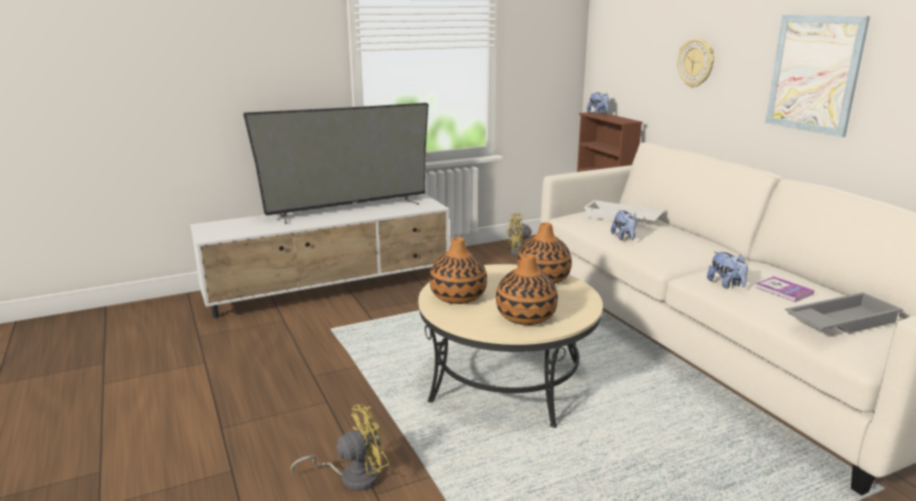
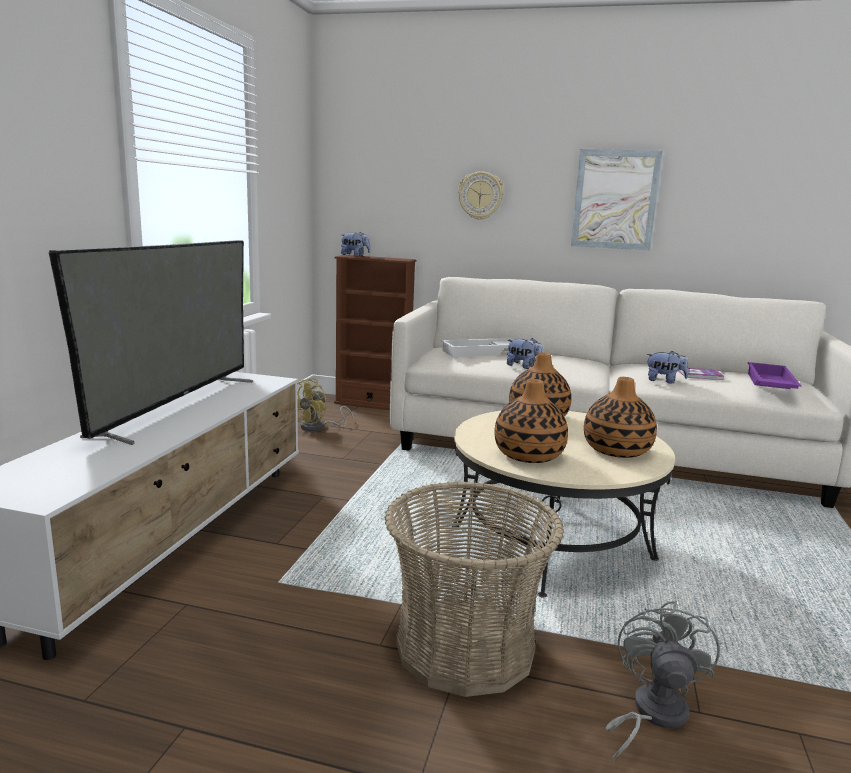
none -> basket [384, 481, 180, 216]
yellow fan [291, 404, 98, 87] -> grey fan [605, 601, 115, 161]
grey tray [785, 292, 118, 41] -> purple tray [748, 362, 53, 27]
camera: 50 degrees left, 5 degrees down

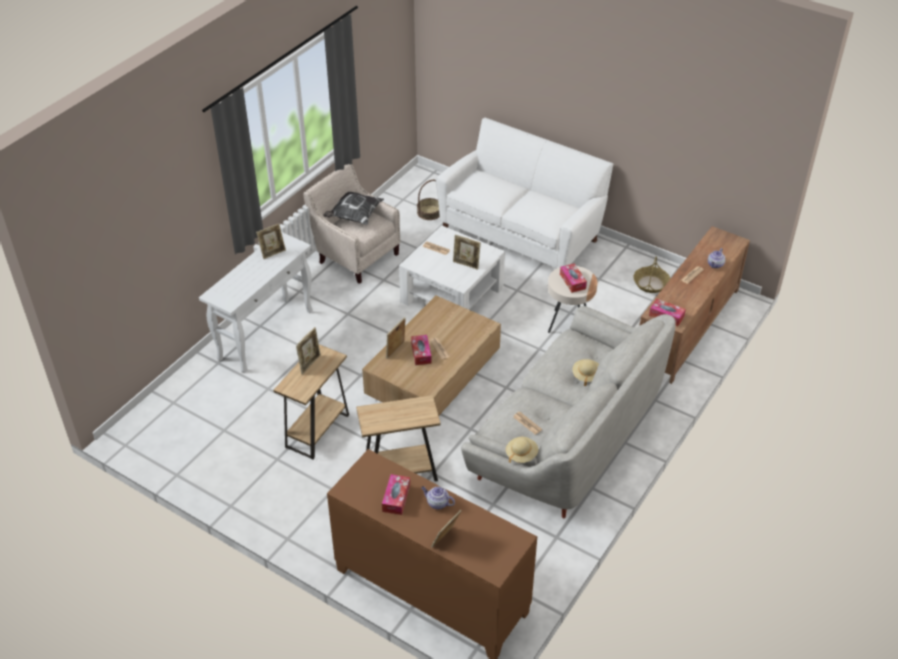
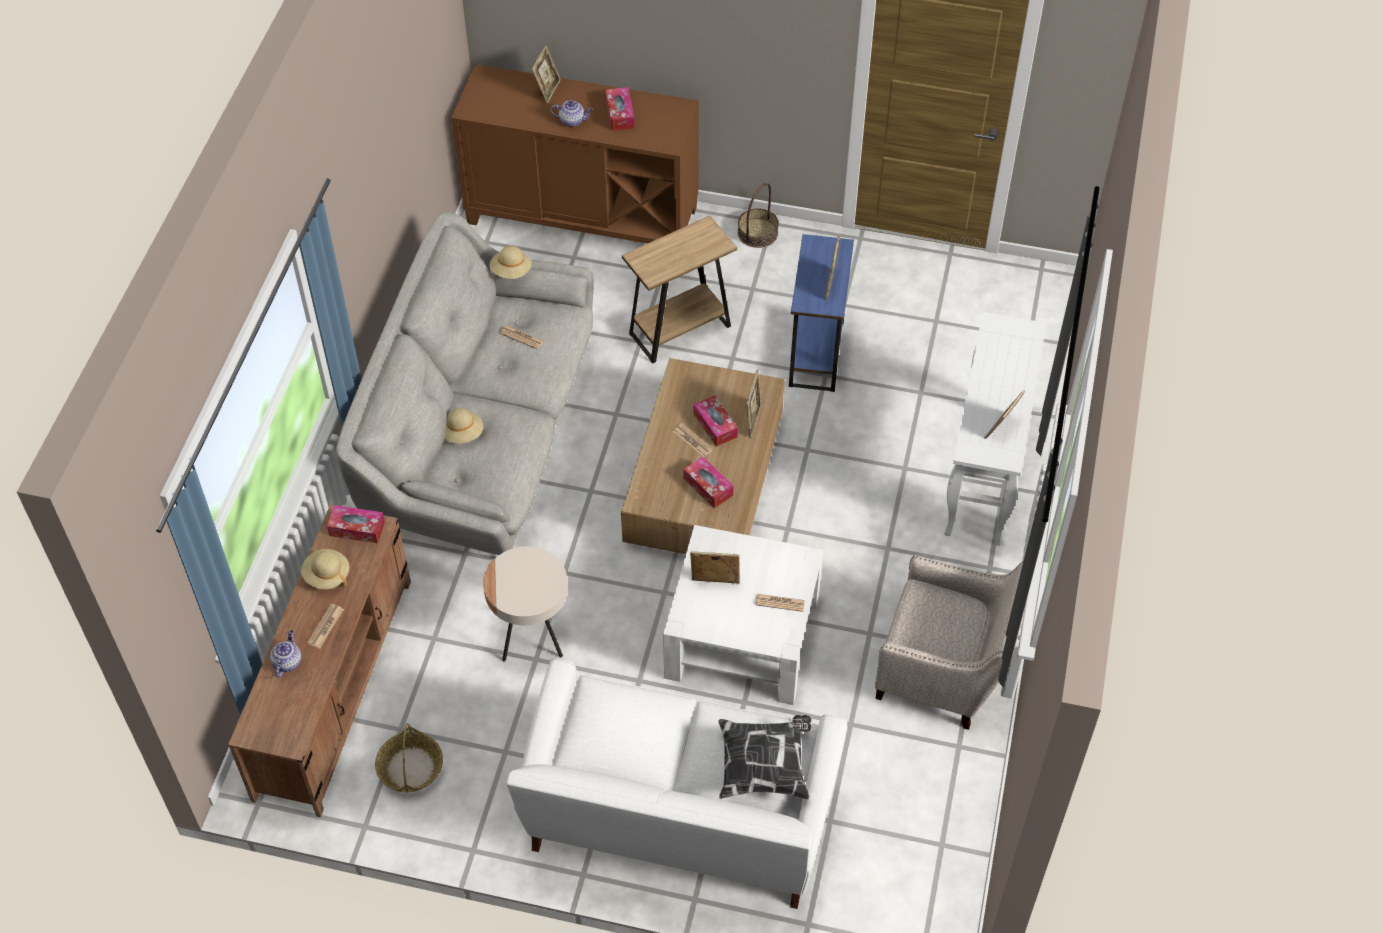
none -> beige hat [301, 549, 48, 40]
tissue box [560, 263, 27, 30] -> tissue box [684, 456, 50, 52], move
pillow [323, 192, 61, 33] -> pillow [718, 715, 94, 84], move
basket [417, 180, 23, 40] -> basket [738, 183, 41, 65], move
brown side table [273, 344, 76, 116] -> blue side table [789, 234, 65, 158]
camera: 160 degrees right, 10 degrees up

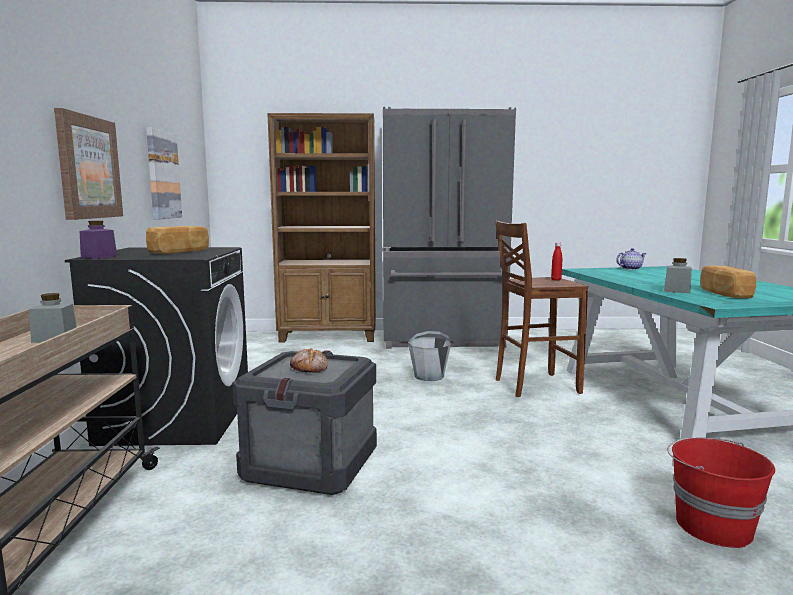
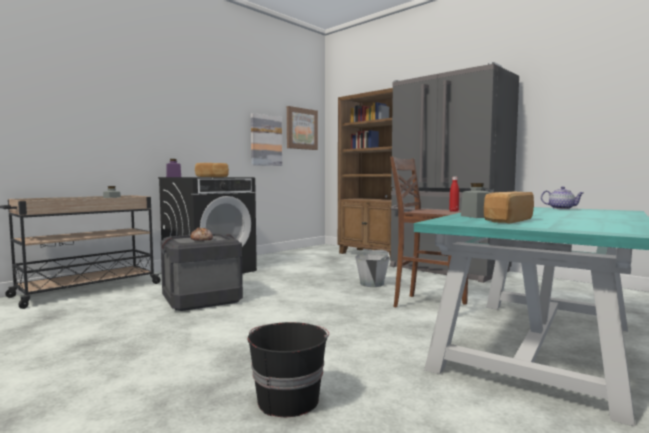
red bucket [667, 438, 108, 110] -> black bucket [248, 322, 81, 95]
picture [54, 108, 69, 112] -> picture [287, 106, 31, 44], move
camera: 45 degrees right, 5 degrees down

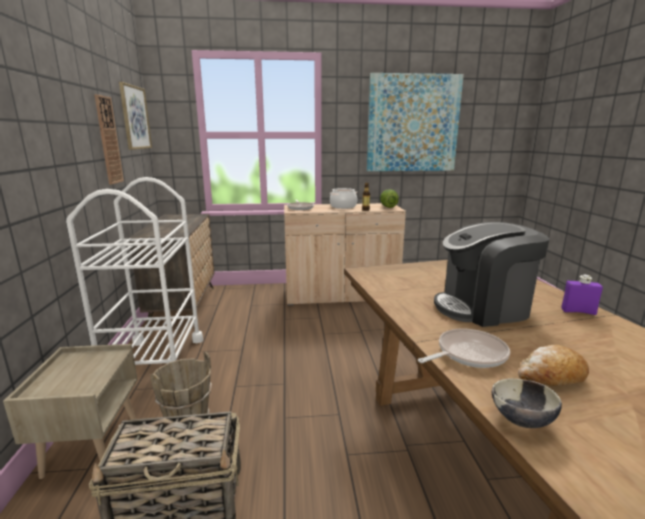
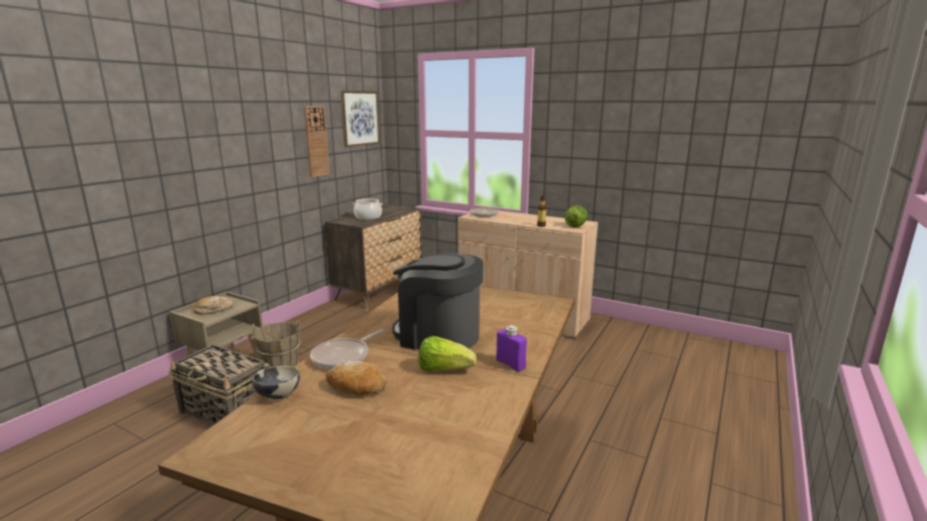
none -> bread [194, 296, 39, 19]
frying pan [418, 329, 92, 39] -> frying pan [310, 329, 74, 40], 120 degrees clockwise
cooking pot [330, 188, 27, 21] -> cooking pot [353, 198, 29, 22], move
none -> lettuce [418, 336, 58, 35]
white cart [66, 177, 137, 188] -> none
picture [367, 73, 97, 98] -> none
camera: 35 degrees right, 0 degrees up

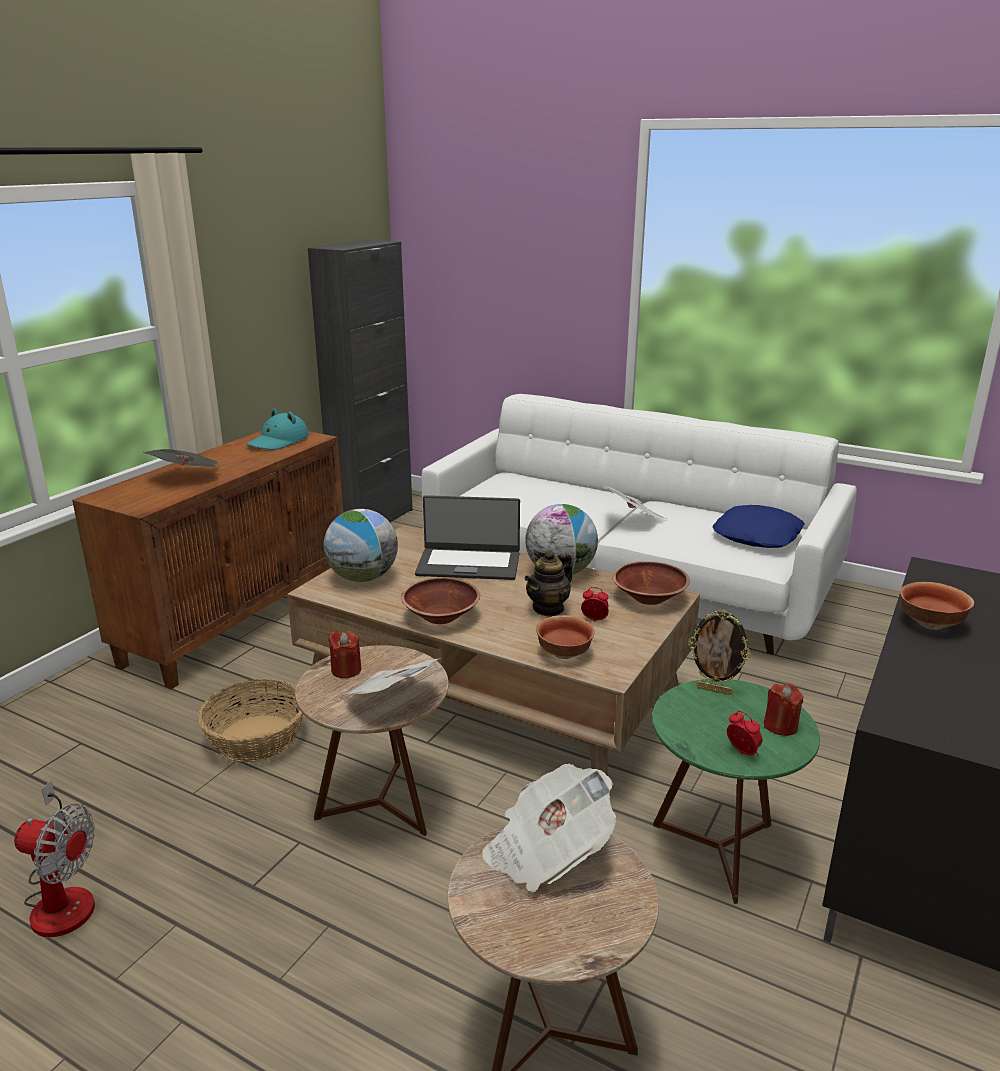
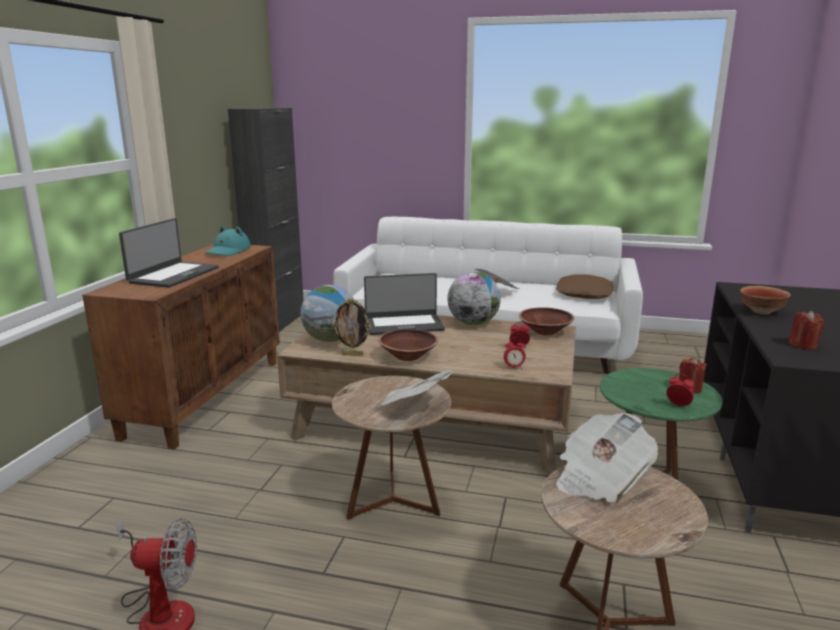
newspaper [143, 449, 78, 18] -> laptop [119, 218, 100, 70]
picture frame [688, 610, 63, 85] -> picture frame [332, 298, 39, 58], move
bowl [536, 615, 58, 44] -> alarm clock [504, 337, 22, 32]
blue pillow [712, 505, 93, 43] -> brown pillow [556, 274, 58, 25]
red candle [328, 631, 33, 47] -> red candle [789, 311, 35, 38], move
basket [198, 679, 106, 83] -> none
teapot [524, 550, 48, 67] -> none
camera: 15 degrees left, 5 degrees down

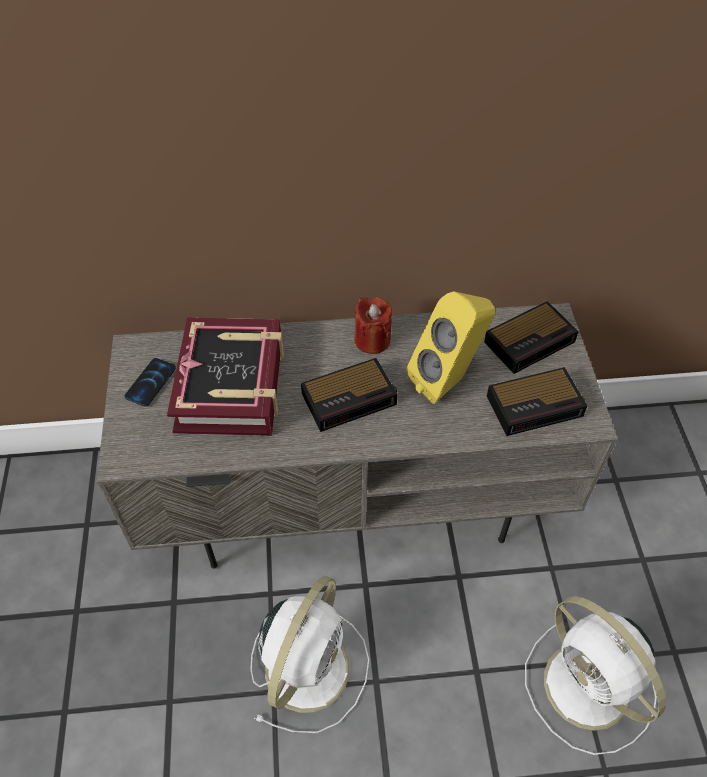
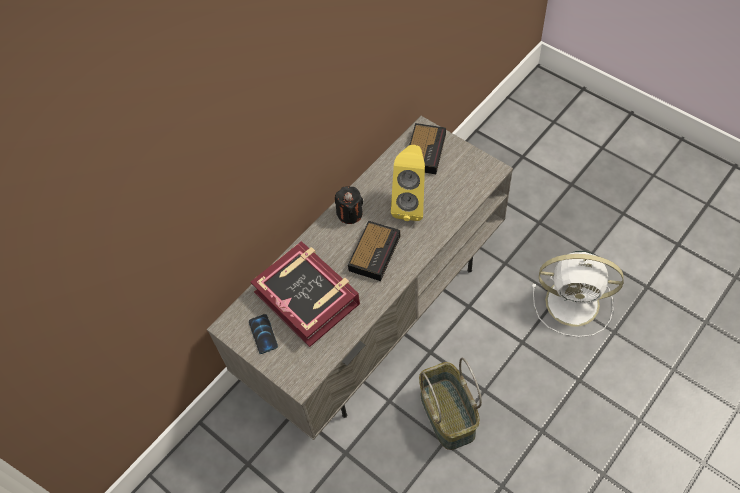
red candle [354, 297, 38, 57] -> black candle [335, 186, 28, 38]
white fan [250, 576, 119, 157] -> basket [419, 357, 63, 93]
alarm clock [487, 367, 100, 69] -> none
camera: 40 degrees left, 5 degrees up

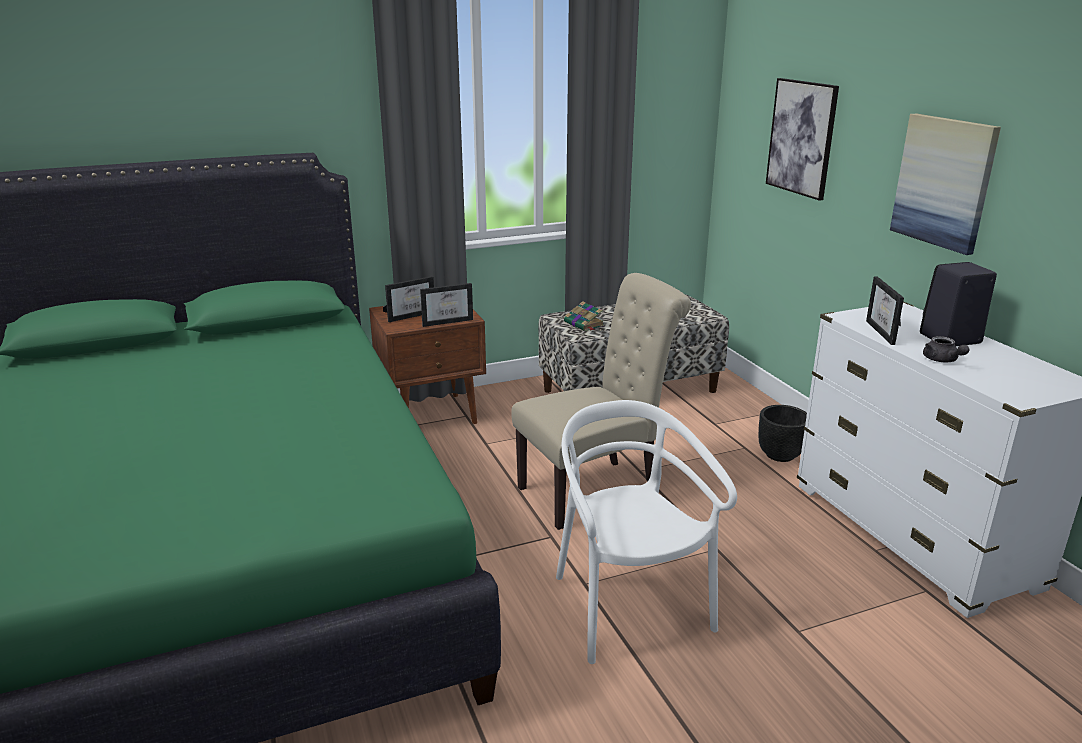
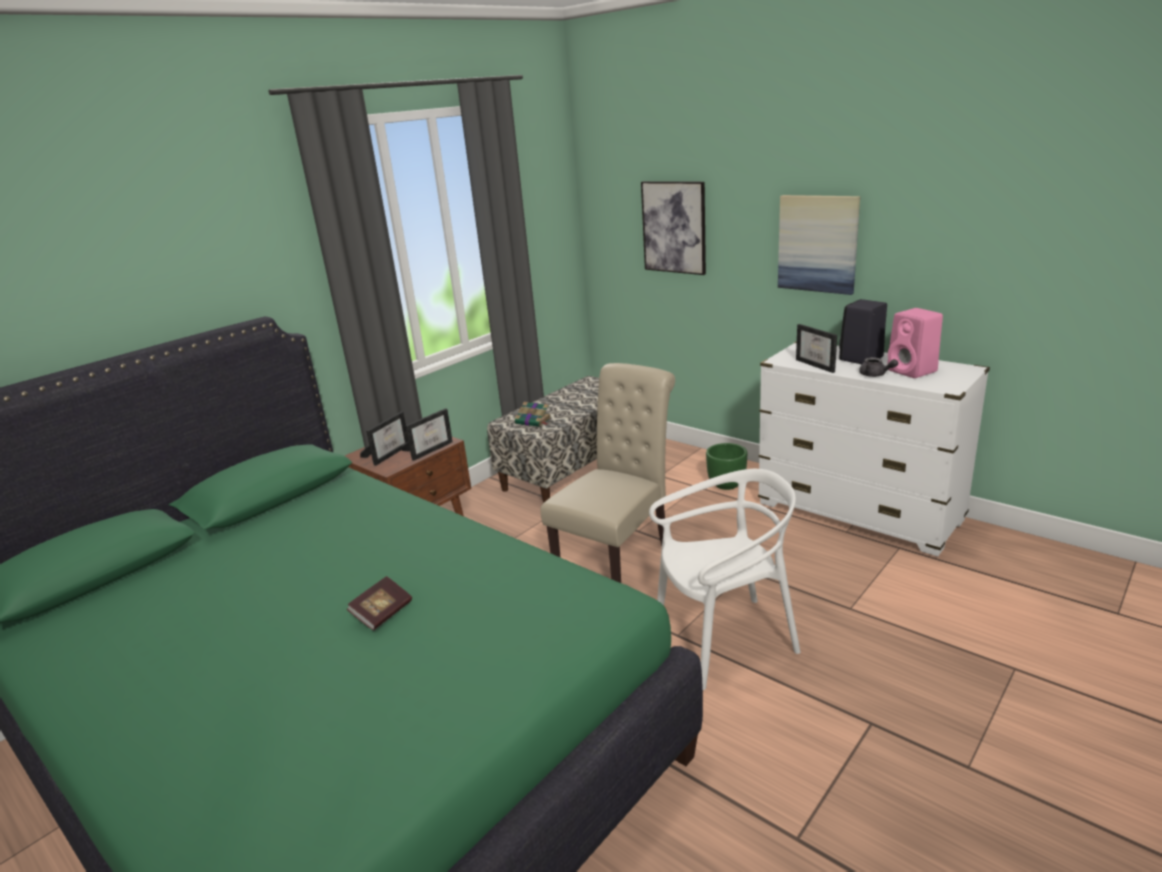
none -> book [347, 576, 65, 55]
white chair [556, 400, 181, 264] -> white chair [649, 469, 152, 221], 120 degrees clockwise
black planter [759, 405, 48, 57] -> green planter [706, 443, 41, 47]
none -> pink speaker [887, 308, 56, 70]
camera: 25 degrees left, 0 degrees up

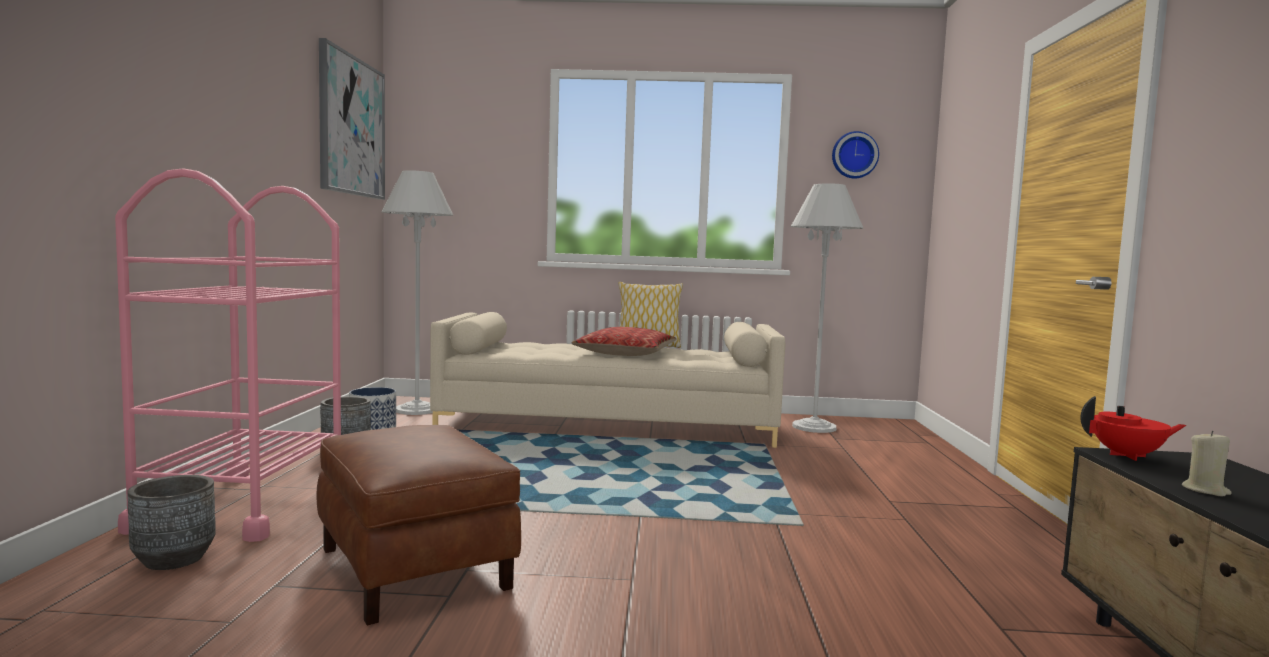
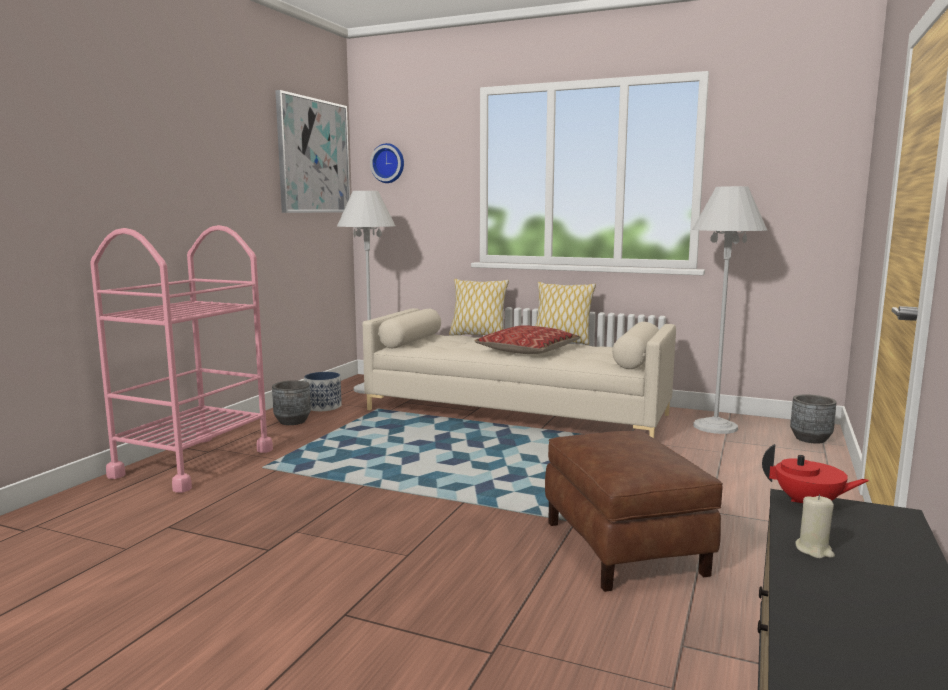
wall clock [832, 131, 47, 47] -> wall clock [370, 143, 34, 40], move
none -> pillow [449, 279, 60, 57]
brown ottoman [317, 425, 204, 200] -> brown ottoman [545, 431, 178, 161], move
grey planter [127, 475, 89, 95] -> grey planter [790, 394, 47, 50], move
camera: 20 degrees right, 5 degrees up

